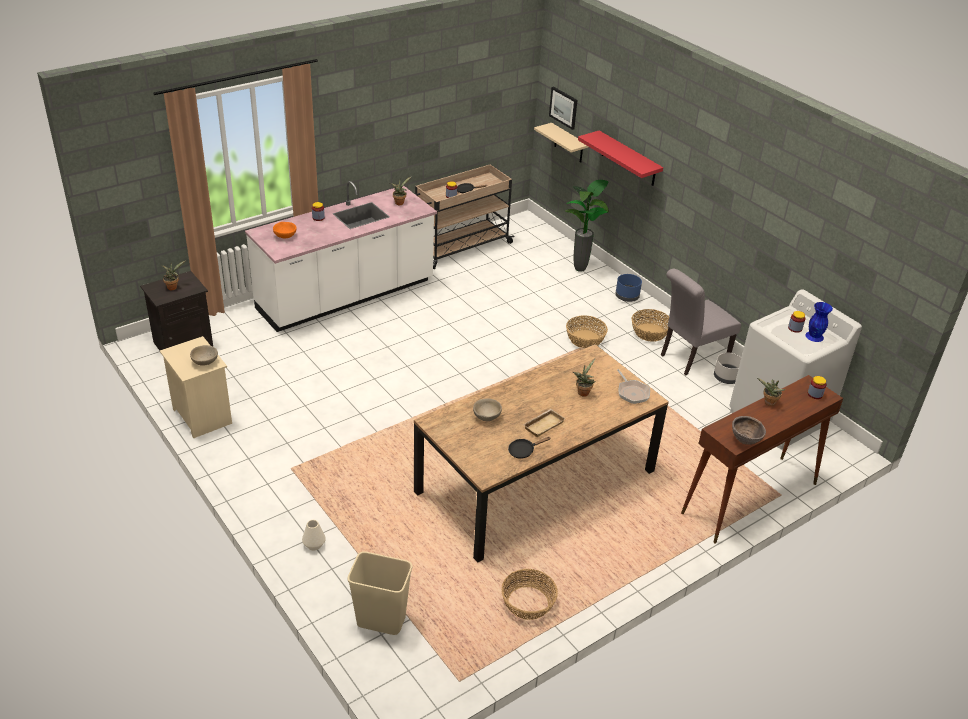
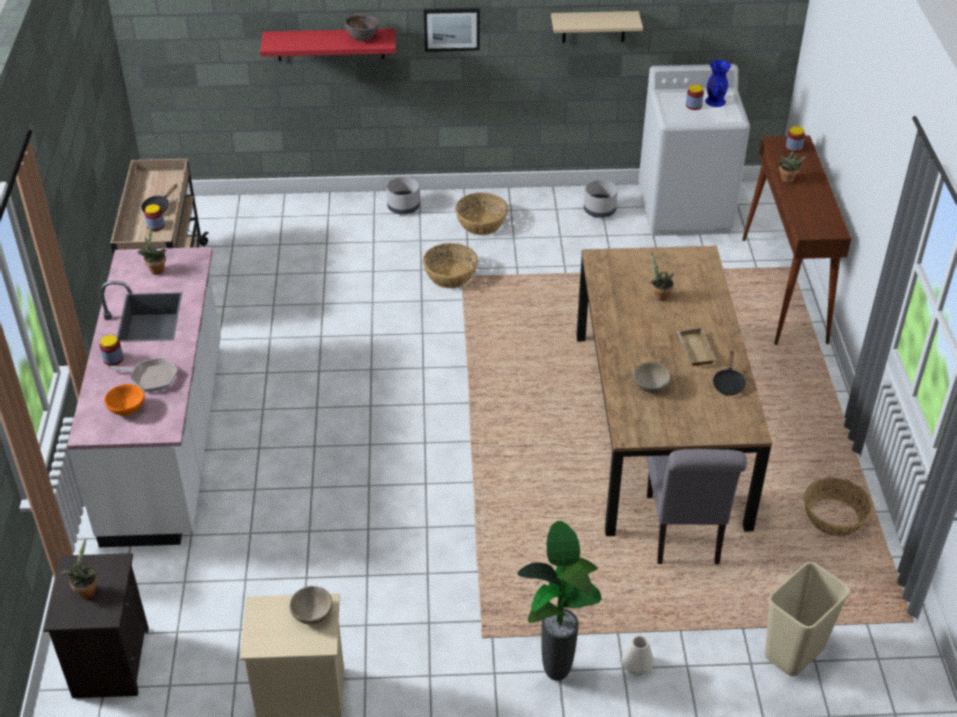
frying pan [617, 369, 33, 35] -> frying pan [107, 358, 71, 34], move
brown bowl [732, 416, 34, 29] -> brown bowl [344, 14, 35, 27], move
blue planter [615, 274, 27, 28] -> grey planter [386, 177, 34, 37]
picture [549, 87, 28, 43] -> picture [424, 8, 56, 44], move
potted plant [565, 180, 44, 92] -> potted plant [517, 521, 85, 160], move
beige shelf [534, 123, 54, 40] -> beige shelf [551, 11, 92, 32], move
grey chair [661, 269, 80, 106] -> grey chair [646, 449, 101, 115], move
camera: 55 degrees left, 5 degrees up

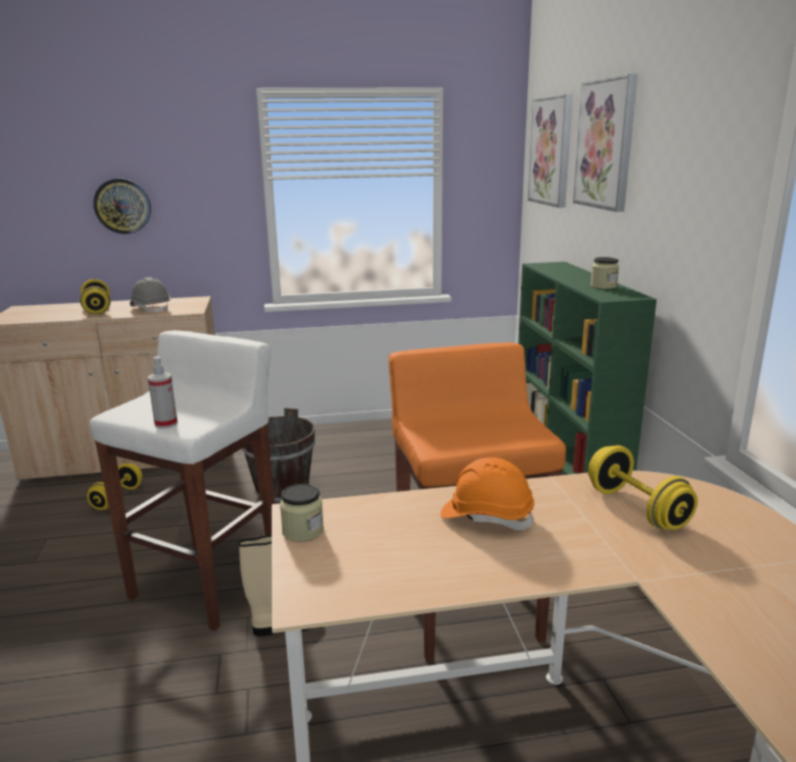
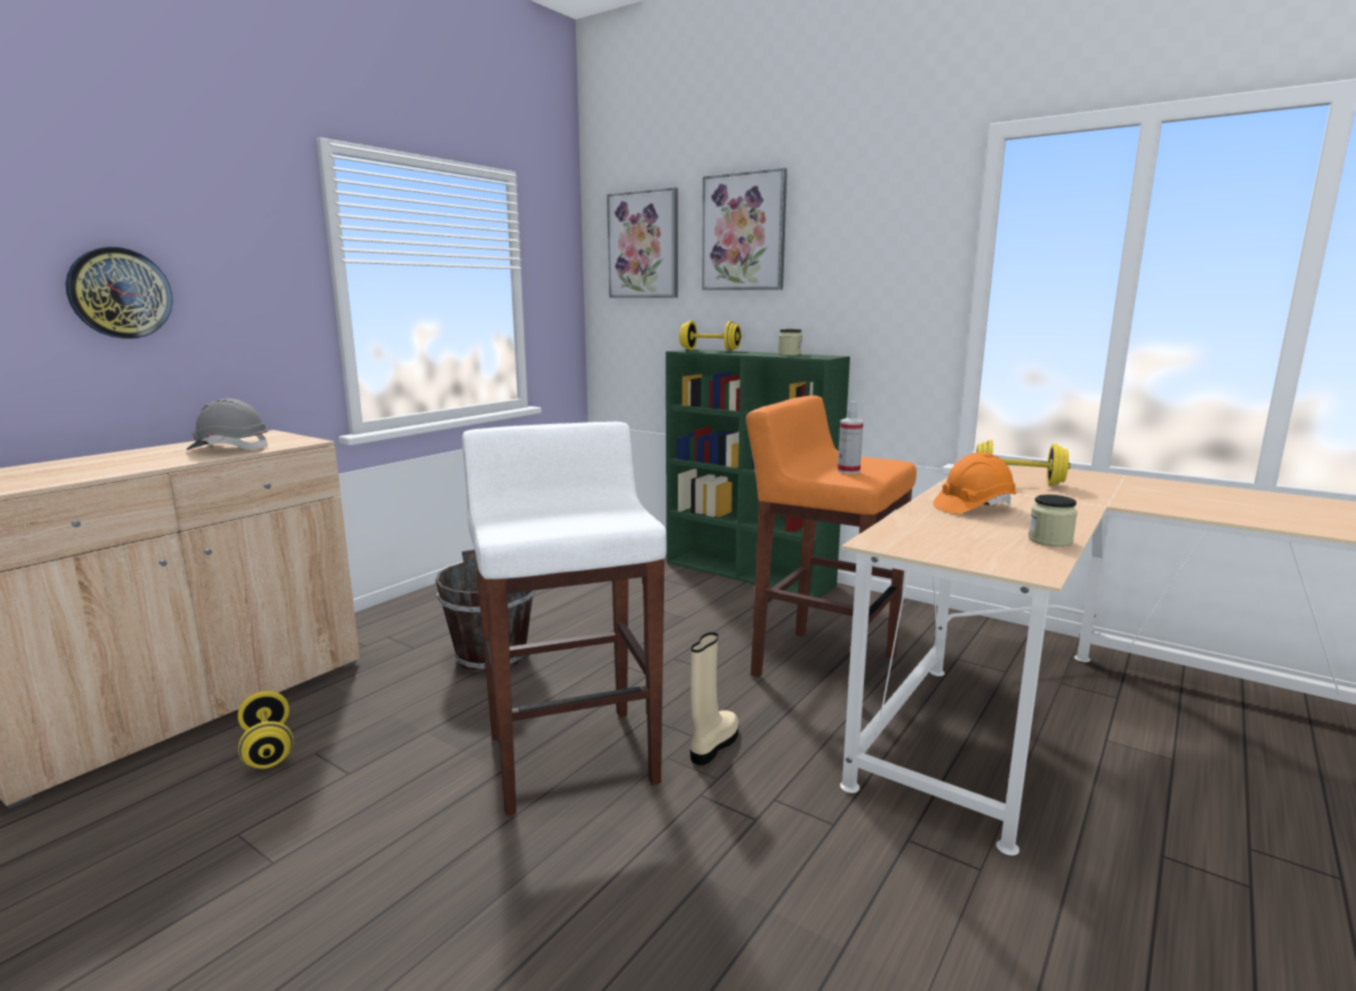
yellow dumbbell [80, 279, 31, 35] -> yellow dumbbell [679, 321, 62, 30], move
spray bottle [148, 357, 30, 72] -> spray bottle [838, 401, 25, 73], move
jar [280, 484, 44, 58] -> jar [1028, 495, 49, 52], move
camera: 45 degrees left, 5 degrees down

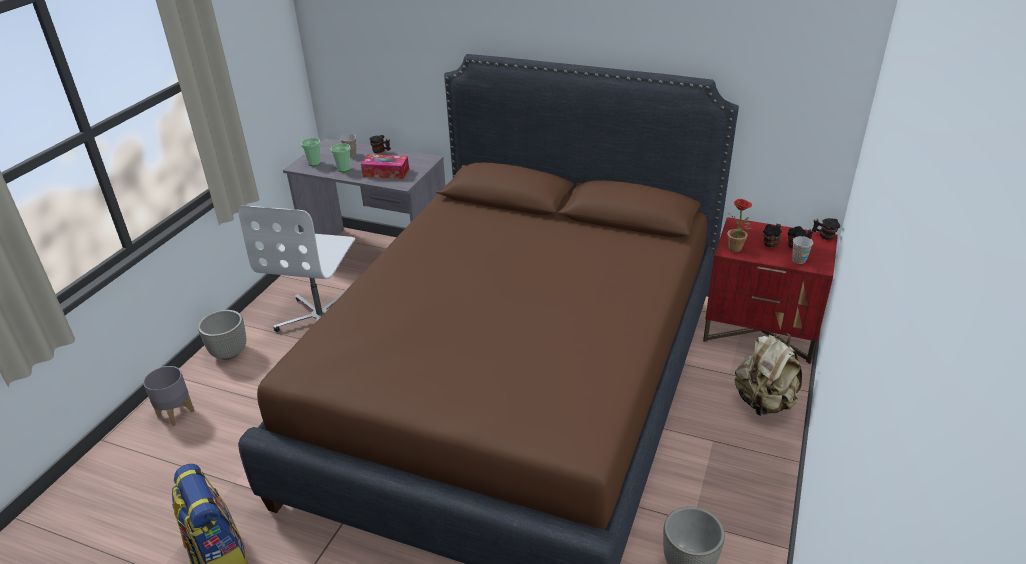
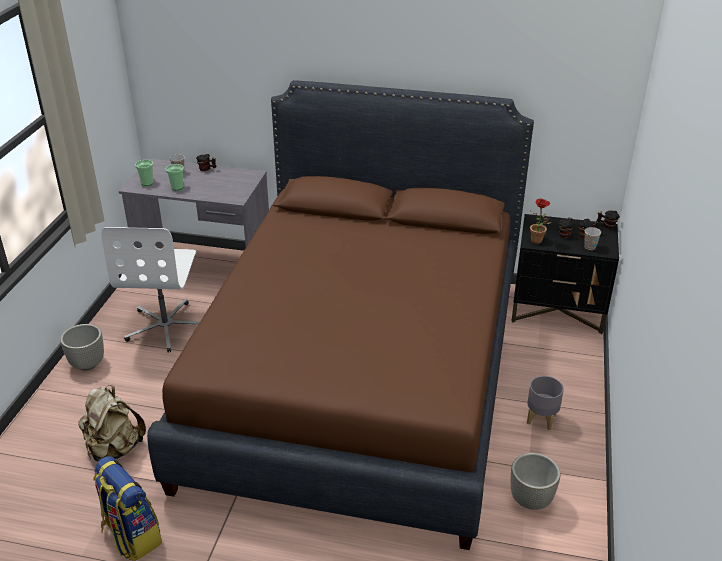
beige backpack [734, 333, 68, 83] -> beige backpack [78, 385, 68, 77], move
red nightstand [703, 217, 135, 147] -> black nightstand [511, 214, 108, 120]
grey planter [143, 366, 51, 60] -> grey planter [527, 376, 37, 54], move
tissue box [361, 154, 48, 25] -> none
camera: 10 degrees left, 0 degrees up

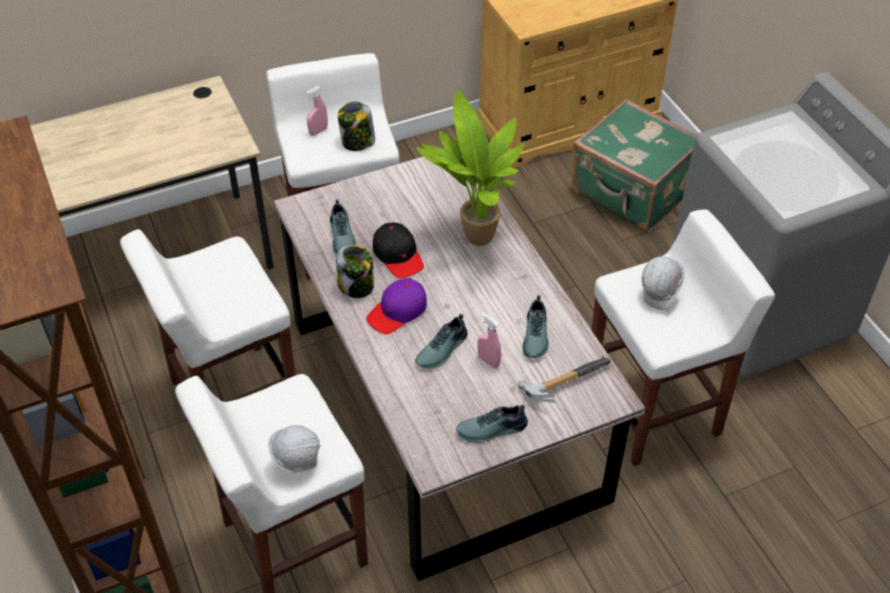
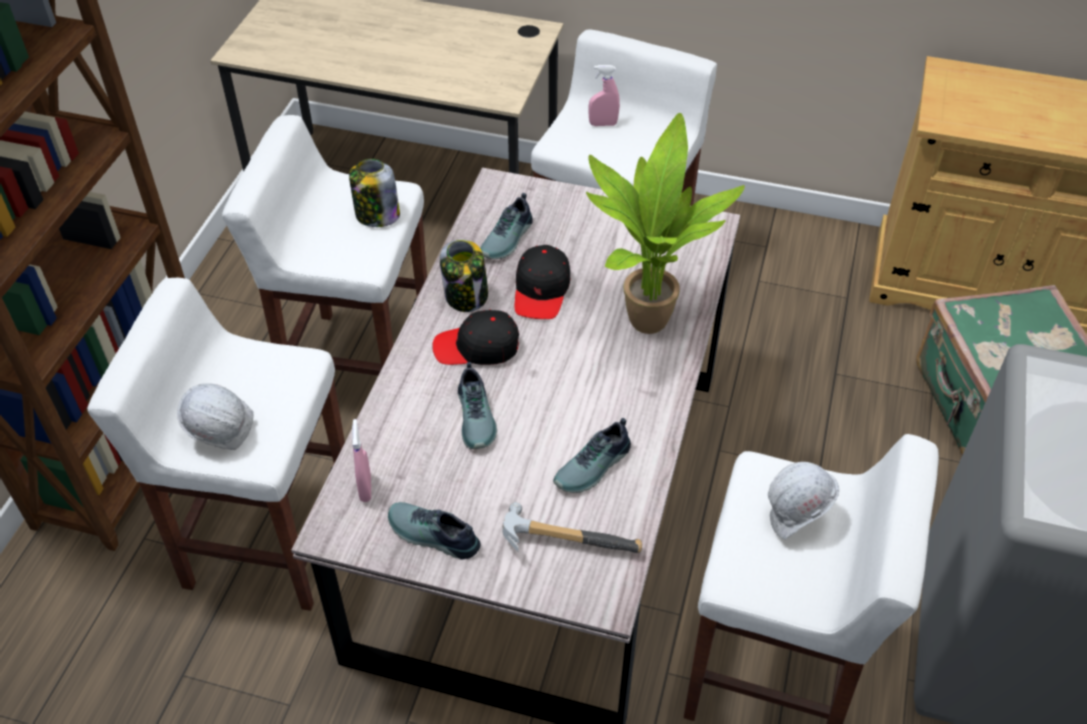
jar [338, 102, 37, 49] -> jar [349, 159, 51, 68], move
pink spray bottle [477, 313, 24, 55] -> pink spray bottle [352, 419, 19, 83], move
purple cap [366, 278, 61, 56] -> black cap [432, 310, 87, 55]
shoe [415, 314, 52, 55] -> shoe [458, 362, 39, 87], 90 degrees counterclockwise
camera: 40 degrees right, 0 degrees up

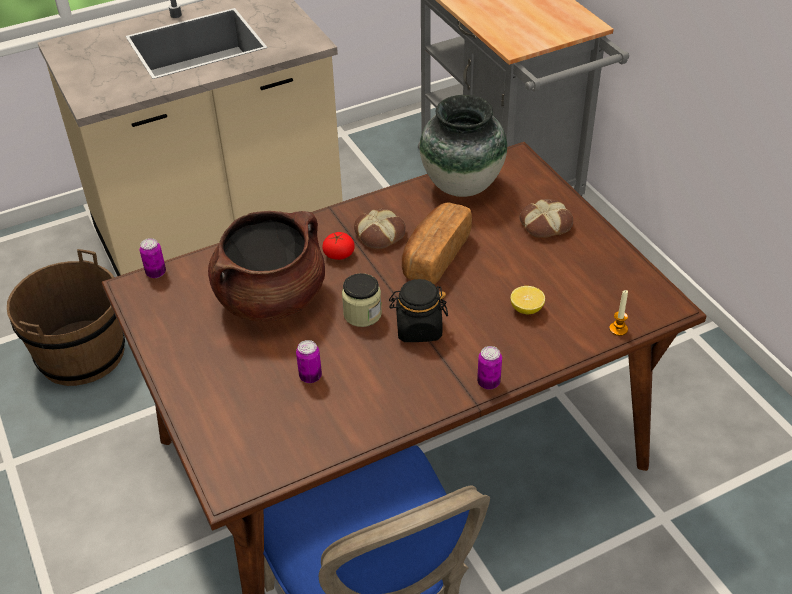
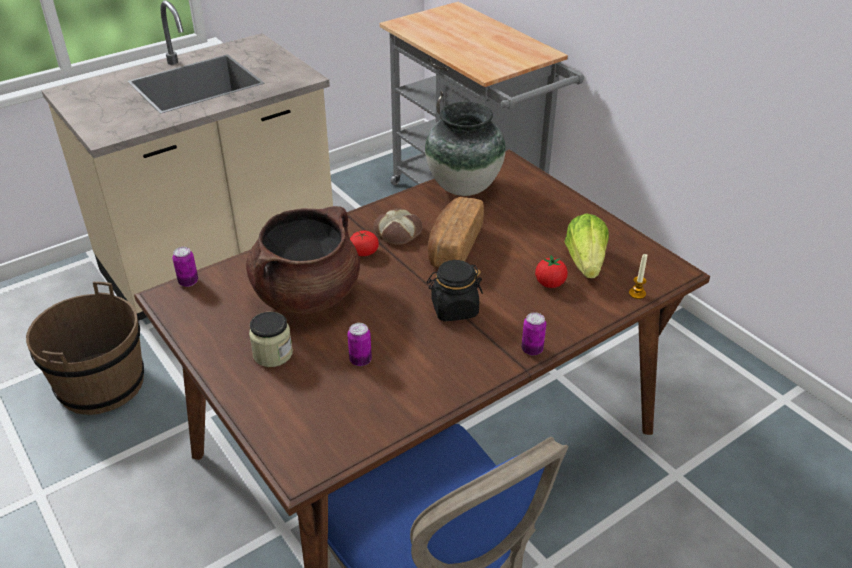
jar [342, 273, 40, 54] -> jar [249, 312, 44, 55], move
lemon [510, 286, 35, 28] -> tomato [535, 255, 33, 33]
none -> lettuce [565, 213, 44, 65]
bread [520, 199, 53, 39] -> none
camera: 10 degrees left, 5 degrees down

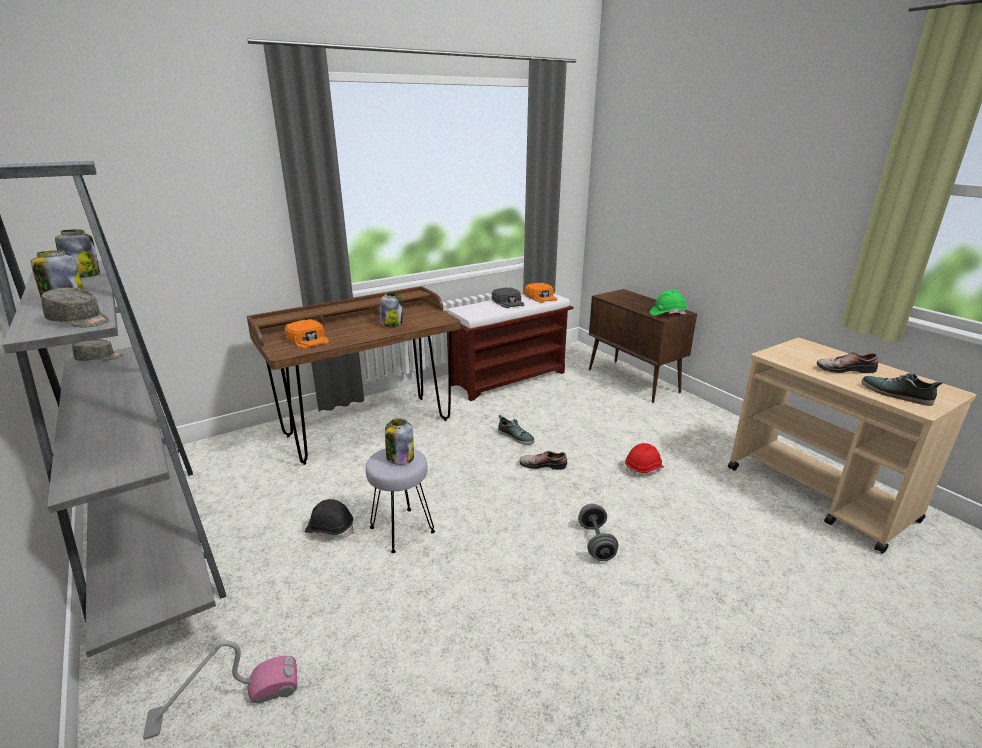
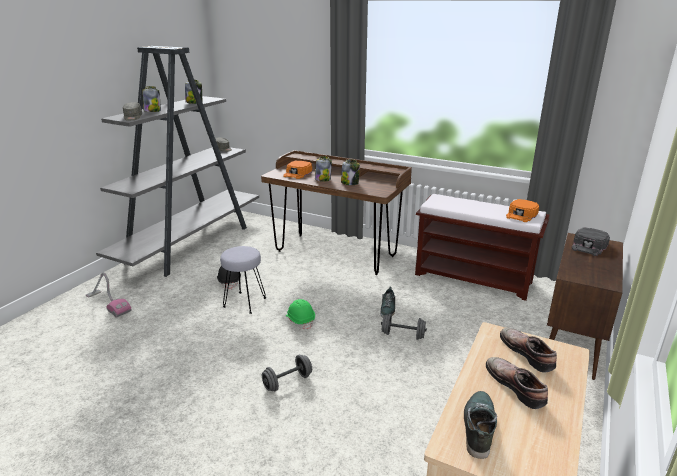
green hard hat [649, 290, 38, 26] -> green hard hat [286, 299, 29, 30], move
jar [385, 418, 29, 47] -> jar [315, 156, 17, 26], move
none -> grey dumbbell [381, 314, 46, 26]
shoe [519, 451, 48, 19] -> shoe [500, 328, 57, 44], move
black cap [492, 287, 33, 21] -> black cap [572, 227, 38, 29], move
red hard hat [625, 443, 39, 35] -> none
camera: 60 degrees right, 0 degrees up

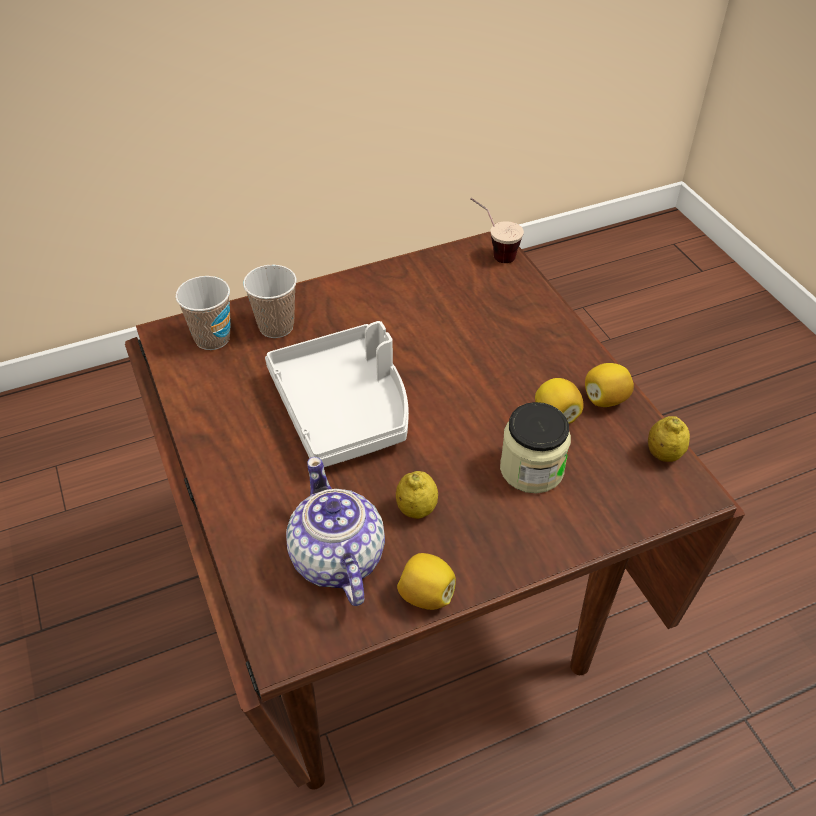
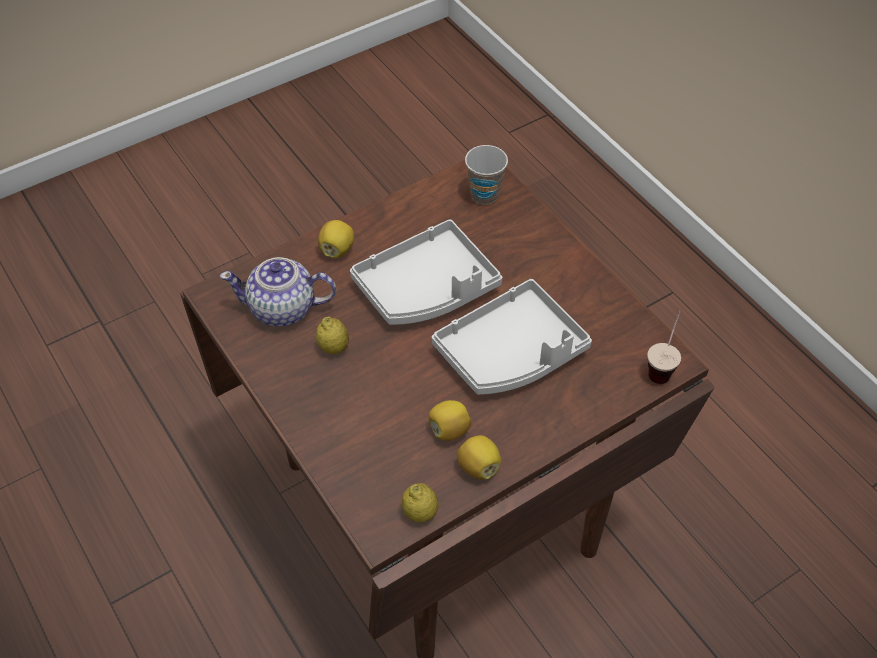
teapot [286, 457, 99, 149] -> teapot [220, 257, 116, 69], 150 degrees counterclockwise
lemon [397, 553, 59, 57] -> lemon [318, 220, 36, 38], move
none -> grey tray [432, 279, 160, 116]
cup [243, 265, 54, 73] -> none
jar [500, 402, 71, 91] -> none
camera: 80 degrees right, 5 degrees up

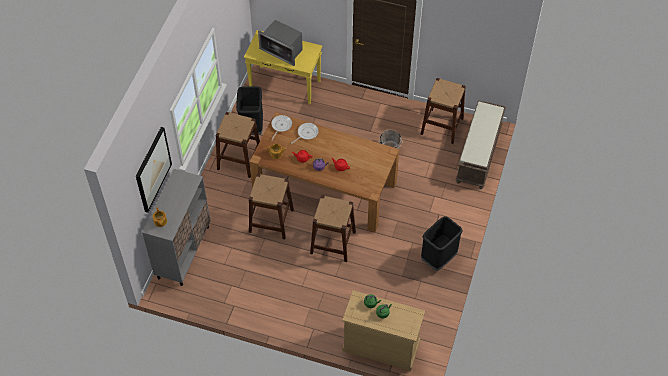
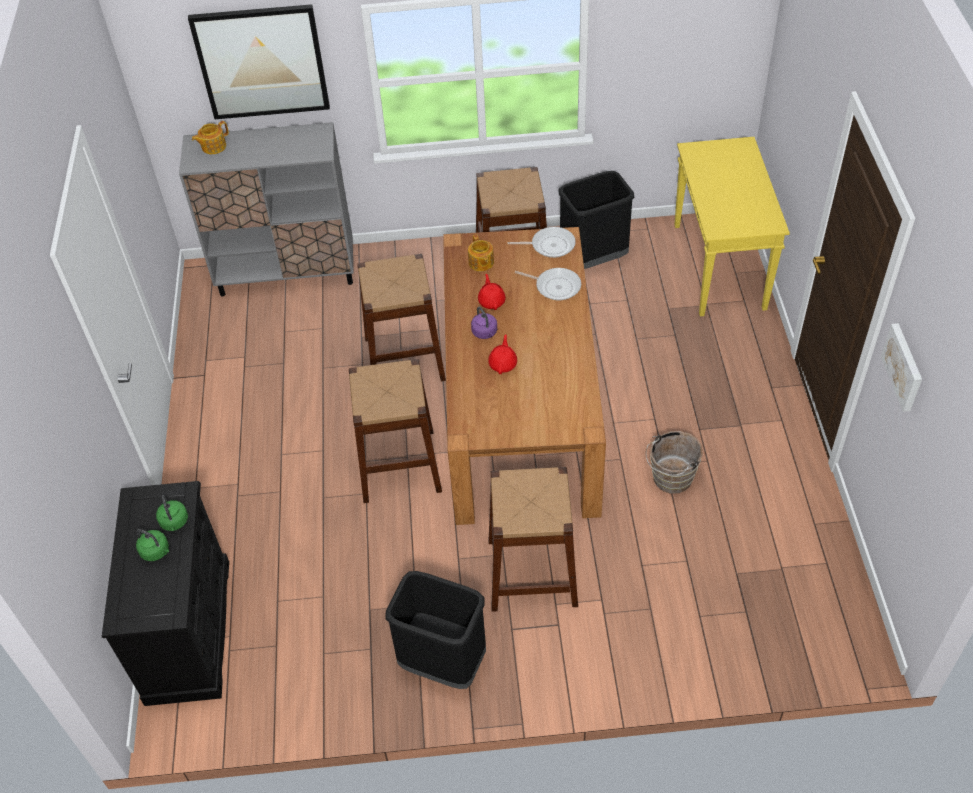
beige dresser [342, 290, 83, 81] -> black dresser [102, 481, 127, 225]
brown stool [421, 78, 45, 66] -> brown stool [488, 467, 90, 145], move
none -> picture [881, 323, 41, 89]
microwave [258, 20, 45, 46] -> none
brown bench [456, 100, 50, 89] -> none
camera: 70 degrees right, 5 degrees down

